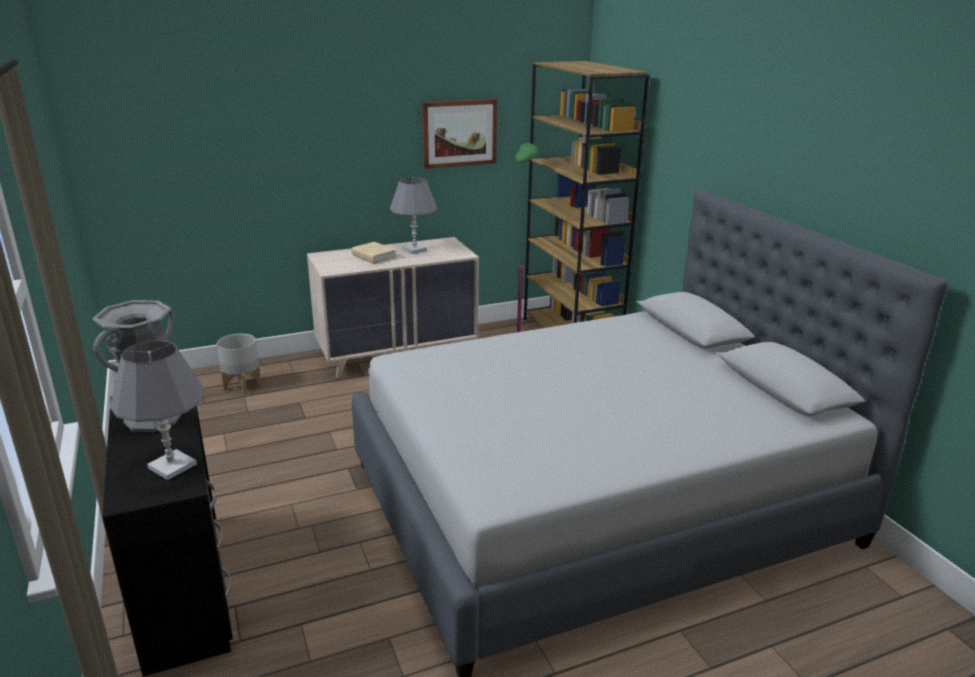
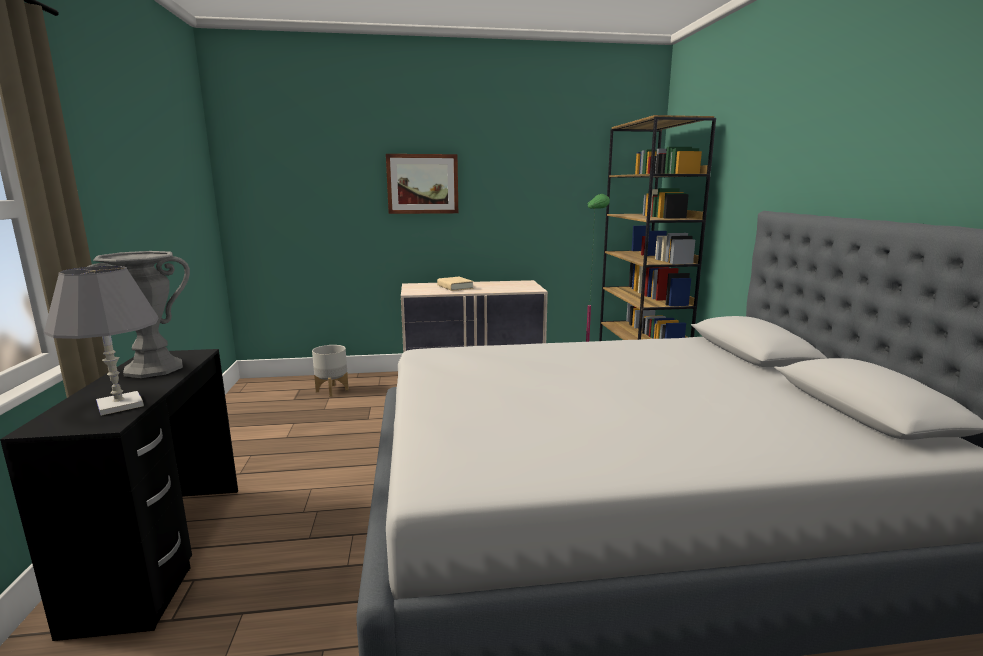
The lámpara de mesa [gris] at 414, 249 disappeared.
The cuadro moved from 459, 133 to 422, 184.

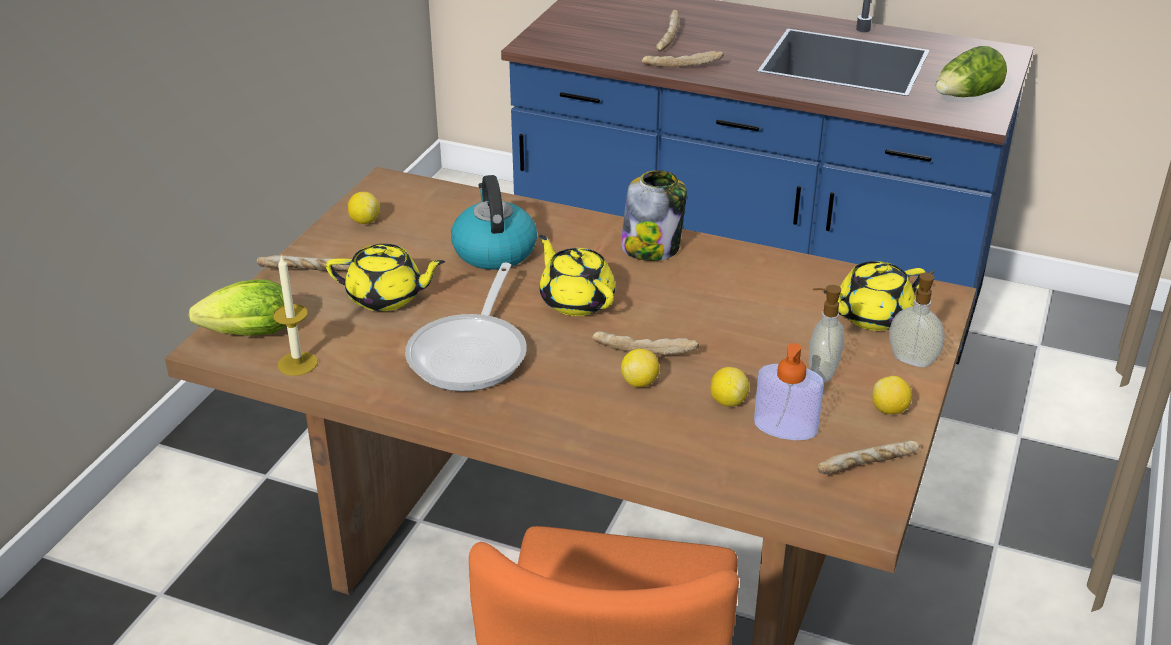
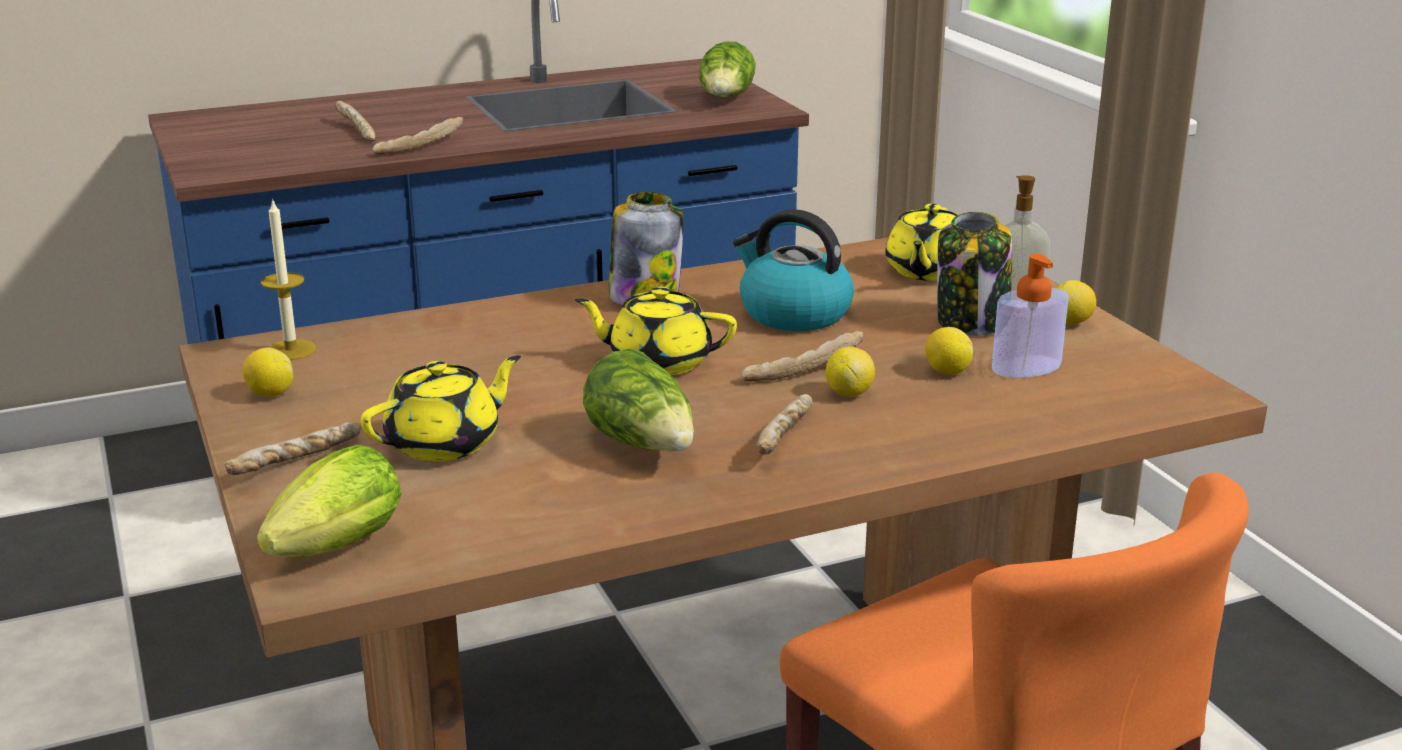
The vela moved from 297, 363 to 291, 350.
The hervidor moved from 494, 250 to 793, 313.
The pan moved from 868, 467 to 786, 438.
The sartén at 472, 353 was replaced by the lechuga at 644, 444.
The dispensador de jabón at 821, 373 was replaced by the tarro at 972, 322.

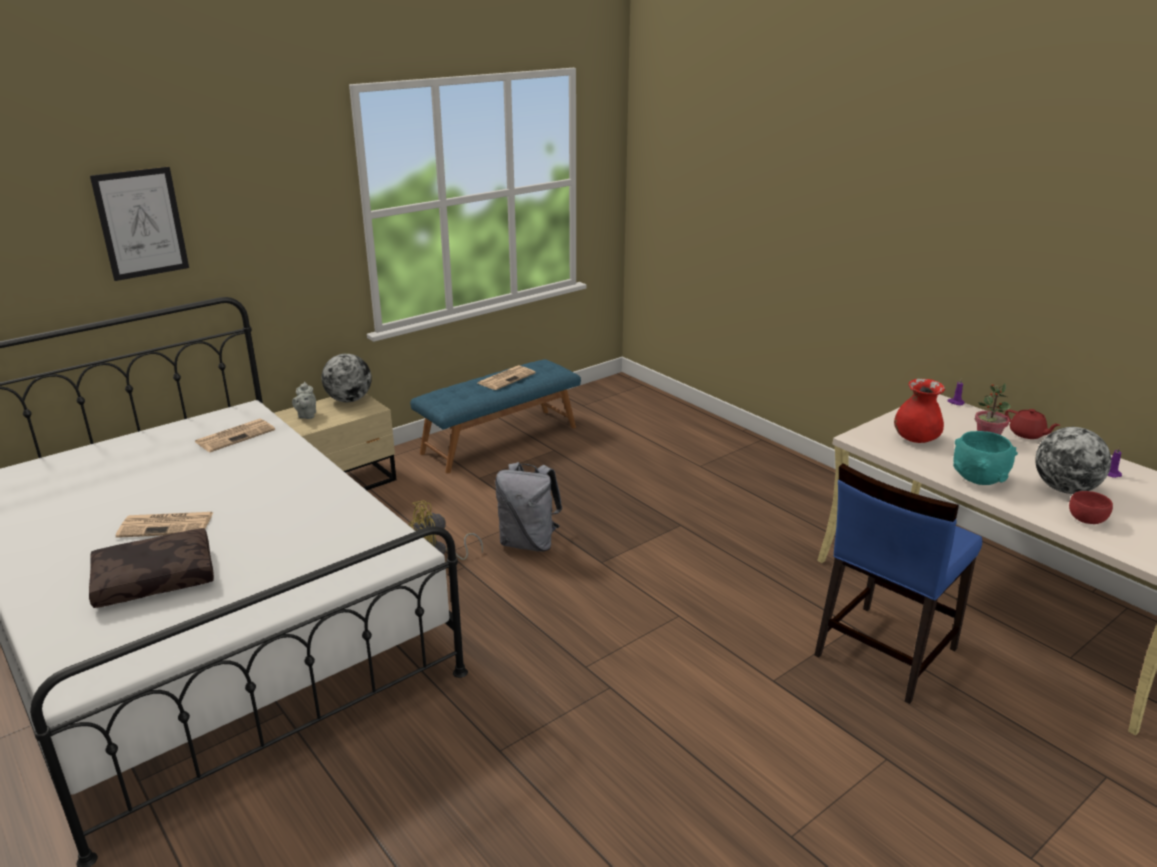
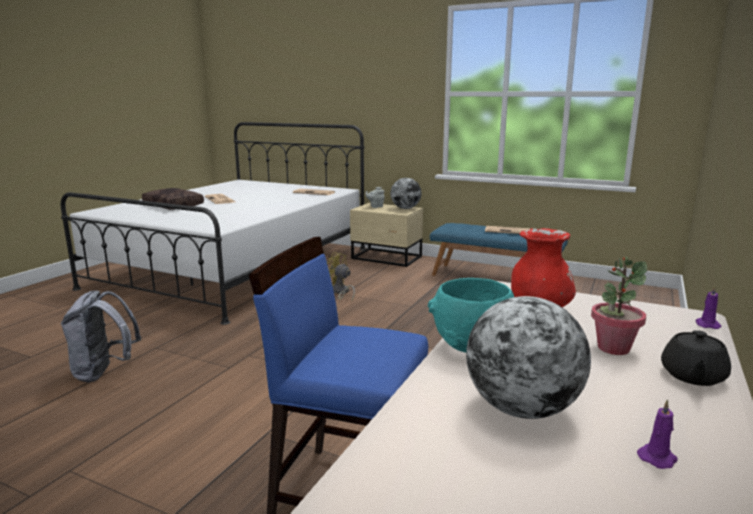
The cuadro at 141, 223 disappeared.
The cuenco [rojo] at 1086, 519 disappeared.
The mochila [gris] moved from 529, 543 to 104, 372.
The tetera [rojo] at 1027, 434 became the tetera [negro] at 692, 376.

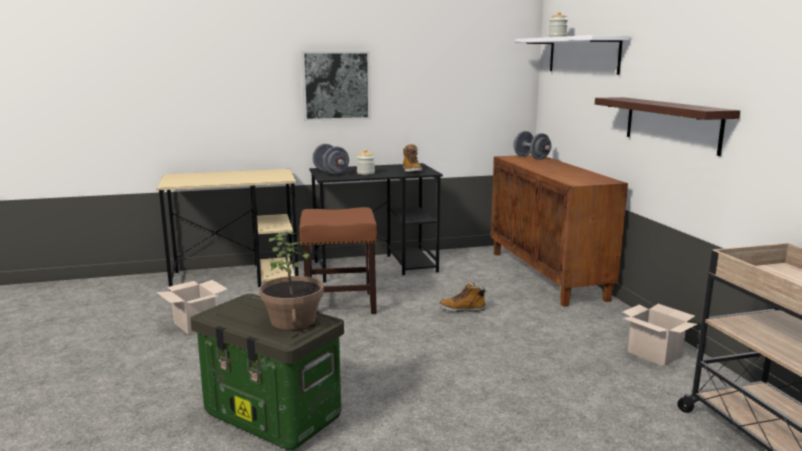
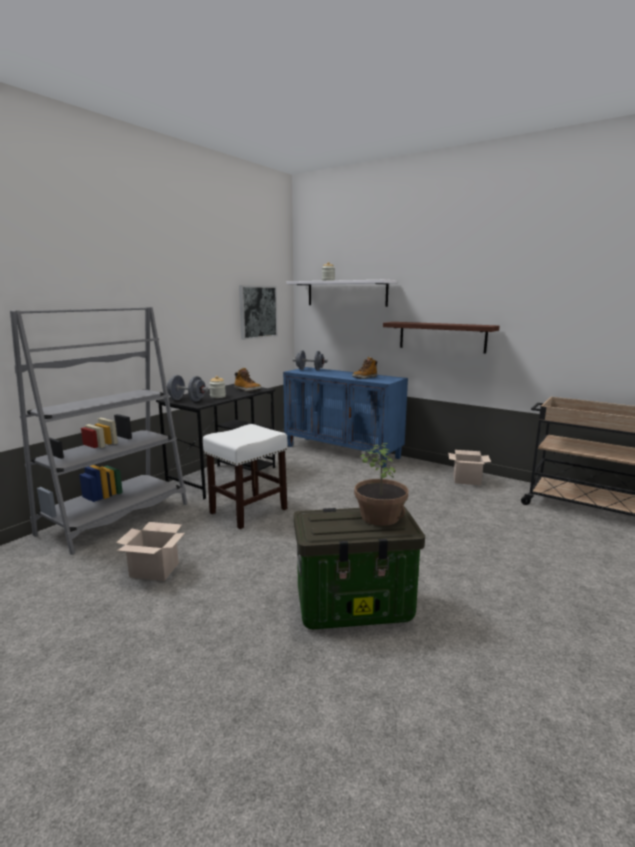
The cuadro moved from 336, 85 to 257, 312.
The bota moved from 462, 309 to 364, 377.
The escritorio [beis] at 236, 277 was replaced by the estantería [gris] at 115, 519.
The taburete [marrón] at 339, 304 became the taburete [blanco] at 248, 511.
The armario [marrón] at 547, 275 became the armario [azul] at 343, 451.

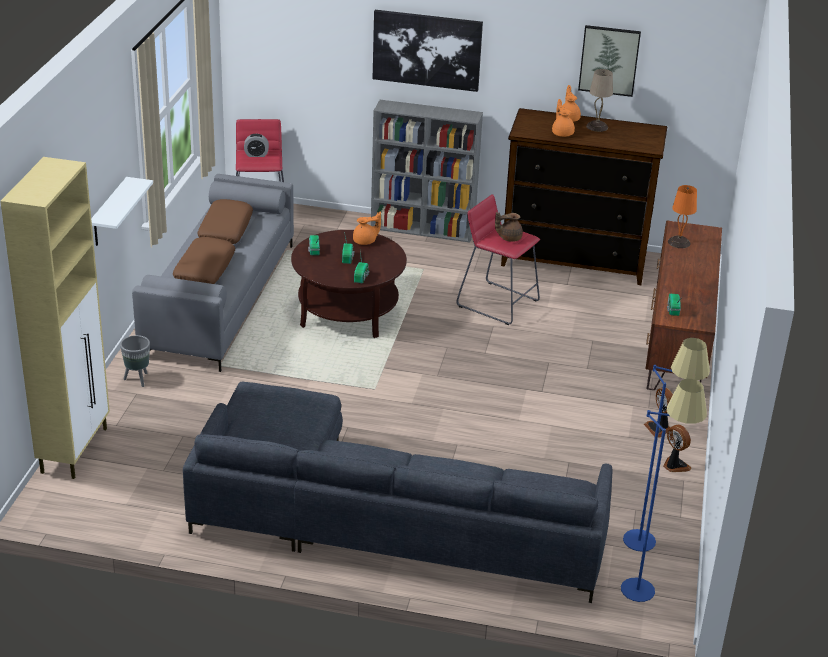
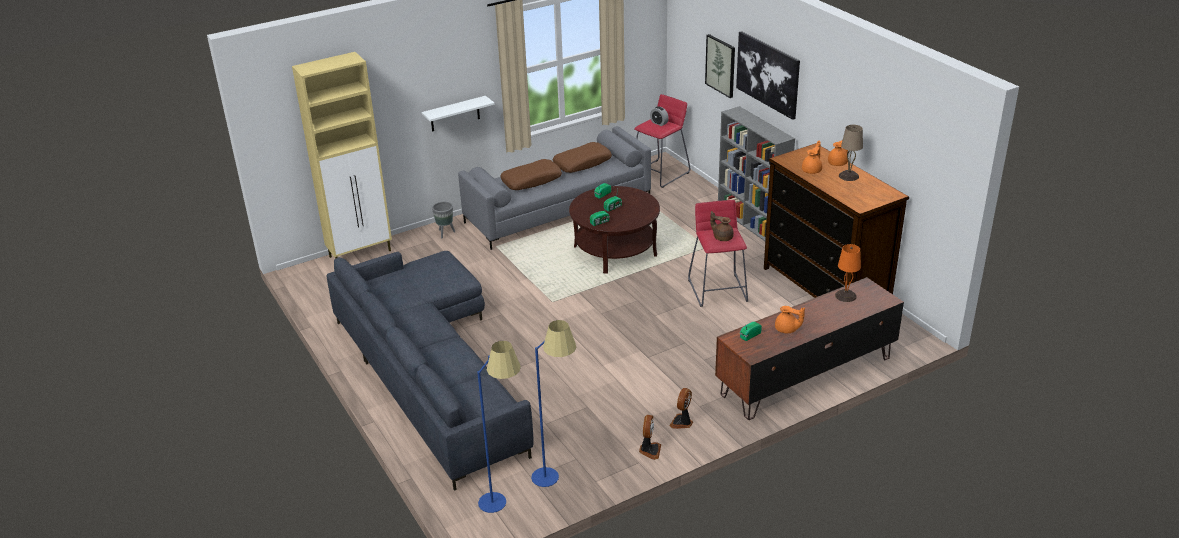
The tetera [naranja] moved from 365, 241 to 787, 330.
The cuadro moved from 609, 60 to 721, 65.

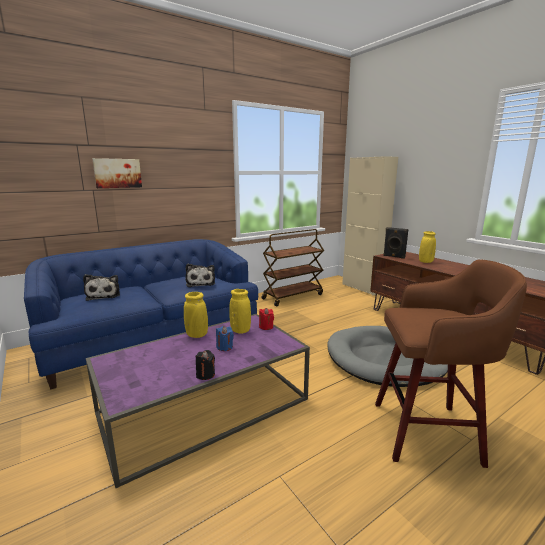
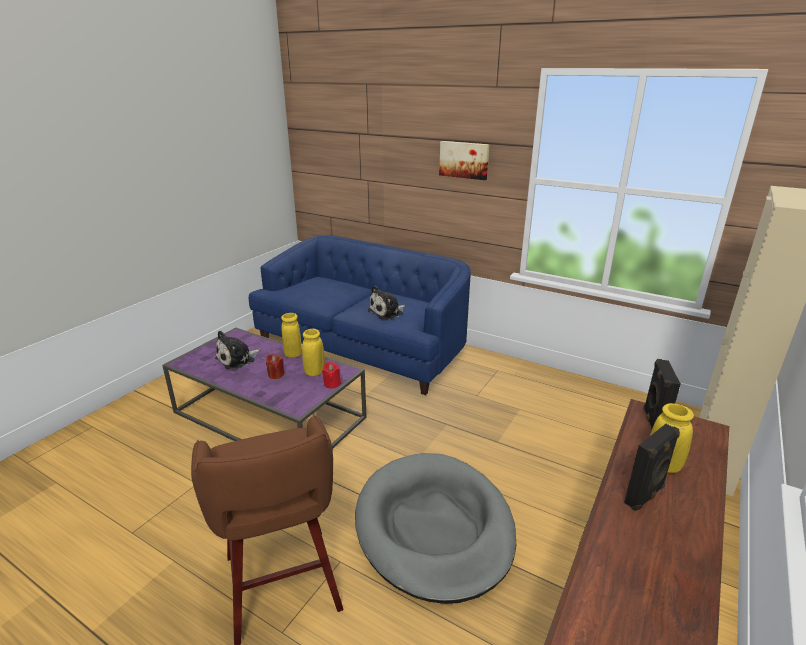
The vela [negro] at 205, 375 disappeared.
The carrito [marrón] at 293, 296 disappeared.
The altavoz [negro] at 645, 496 appeared.
The peluche moved from 104, 295 to 237, 359.
The cuadro moved from 117, 173 to 464, 160.
The vela [azul] at 224, 347 became the vela [rojo] at 276, 375.

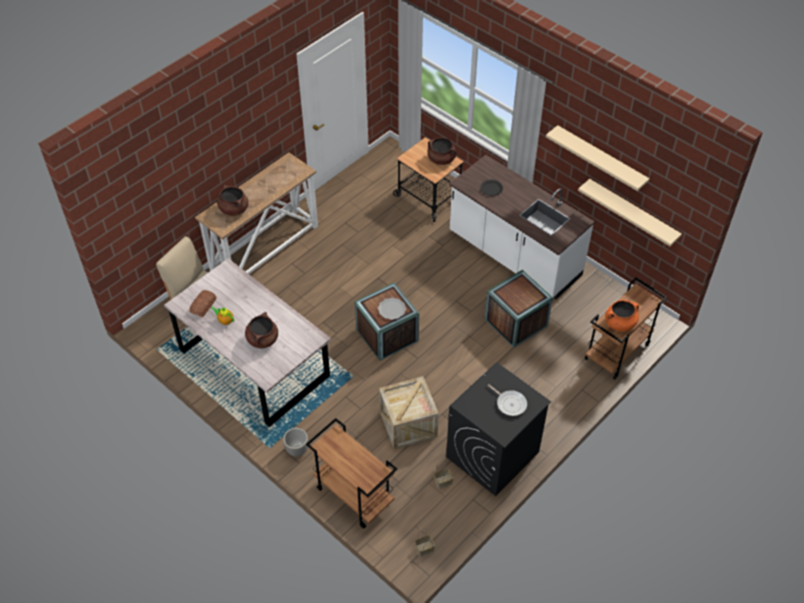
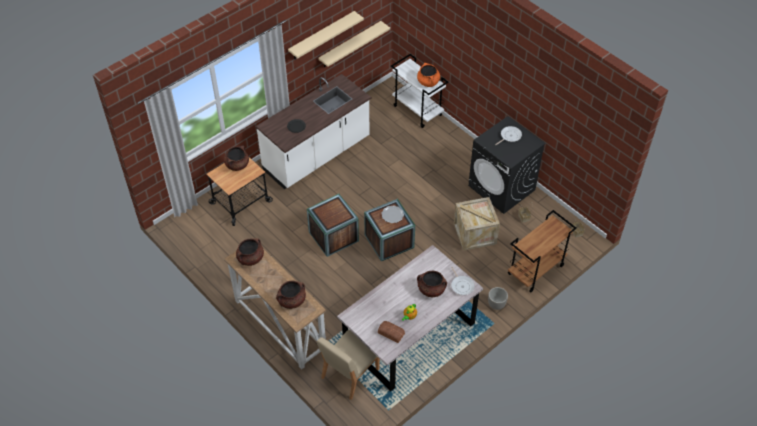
The olla [marrón] at 250, 258 appeared.
The sartén at 462, 285 appeared.
The caja de embalaje moved from 516, 322 to 333, 236.
The carrito [marrón] at 617, 352 became the carrito [blanco] at 418, 110.

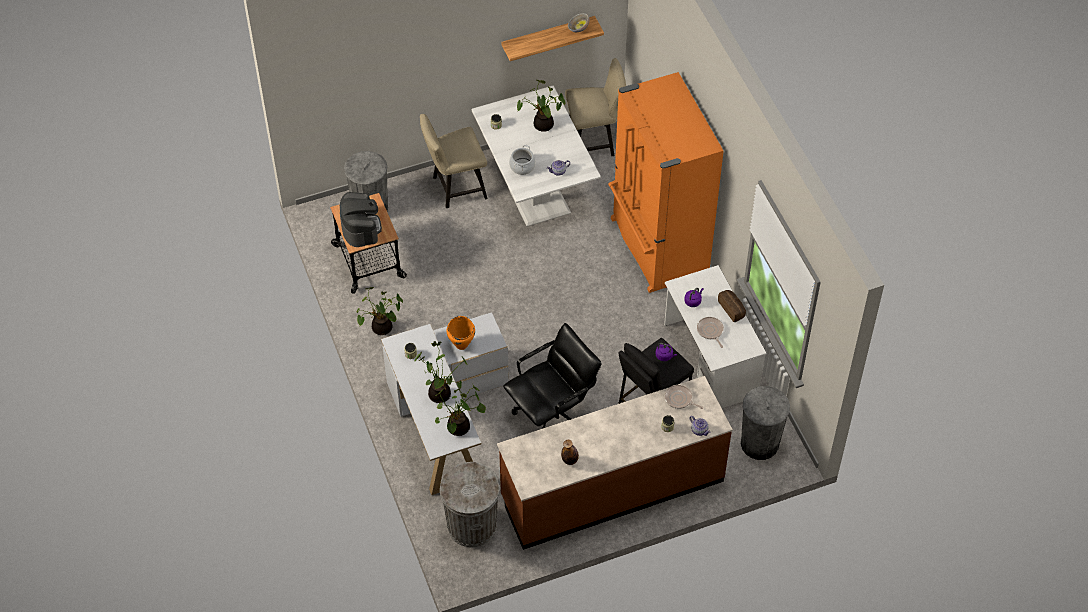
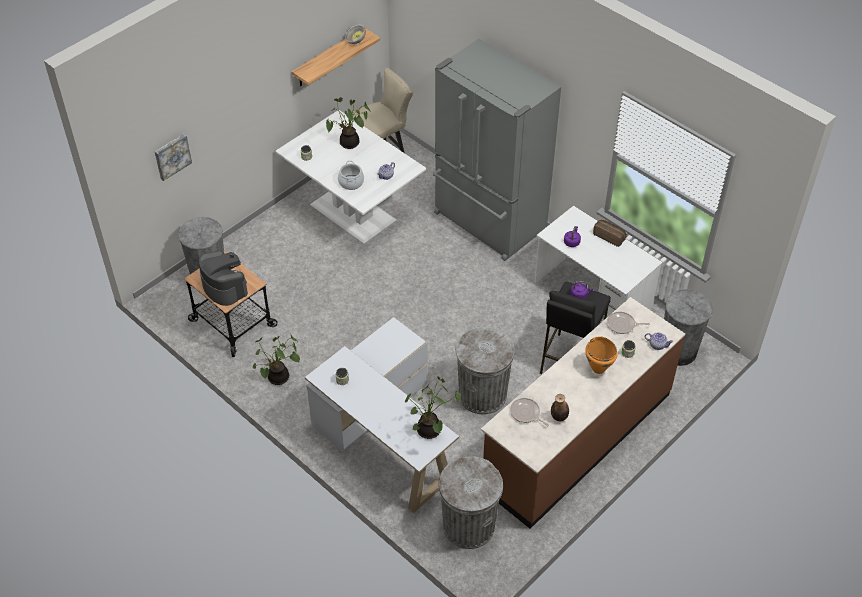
The planta en maceta at 441, 393 disappeared.
The silla [beis] at 455, 188 disappeared.
The cuadro at 172, 156 appeared.
The olla [naranja] moved from 462, 345 to 598, 368.
The sartén moved from 710, 331 to 526, 413.
The silla de oficina [negro] at 552, 414 was replaced by the papelera [gris] at 482, 394.
The nevera [naranja] at 657, 247 became the nevera [gris] at 488, 222.

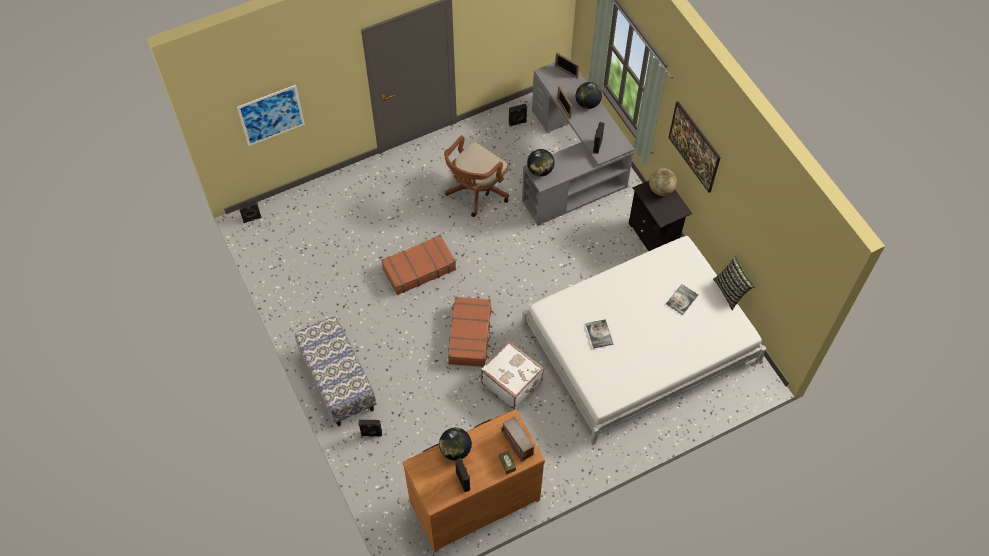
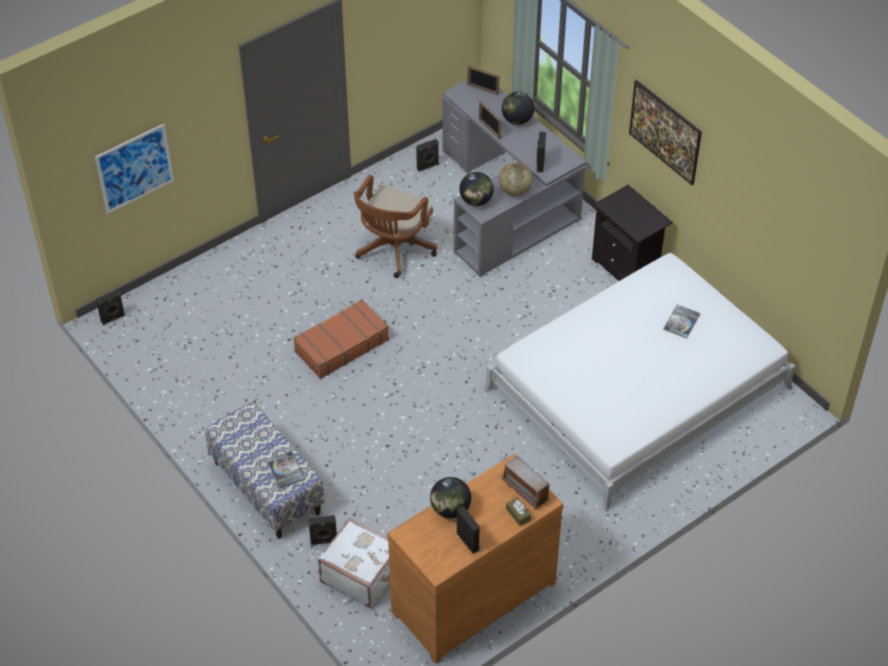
The maleta [marrón] at 470, 335 disappeared.
The cojín at 730, 291 disappeared.
The maleta [blanco] moved from 512, 382 to 361, 574.
The libro moved from 599, 334 to 285, 470.
The globo terráqueo moved from 661, 189 to 515, 191.

